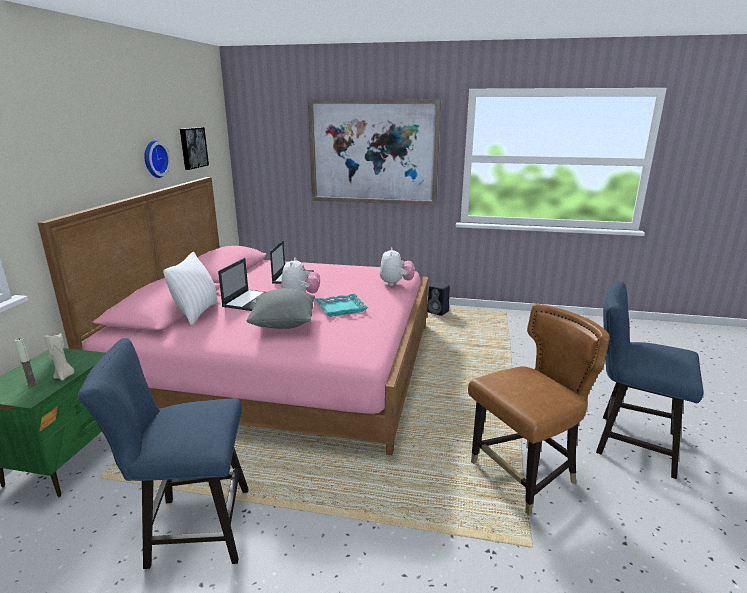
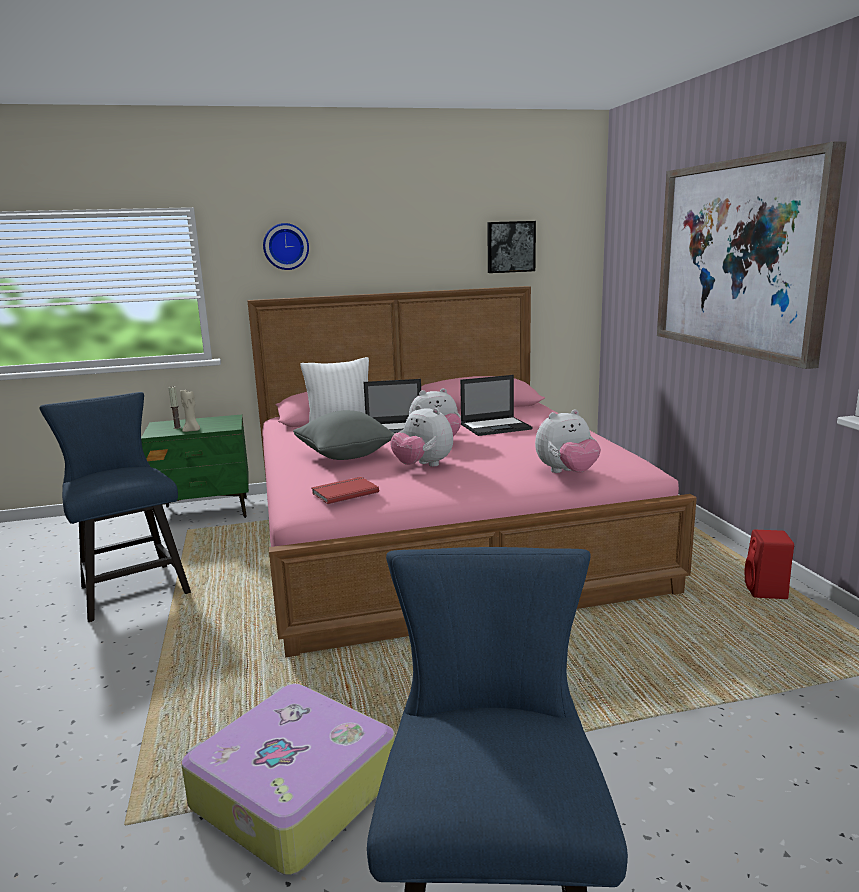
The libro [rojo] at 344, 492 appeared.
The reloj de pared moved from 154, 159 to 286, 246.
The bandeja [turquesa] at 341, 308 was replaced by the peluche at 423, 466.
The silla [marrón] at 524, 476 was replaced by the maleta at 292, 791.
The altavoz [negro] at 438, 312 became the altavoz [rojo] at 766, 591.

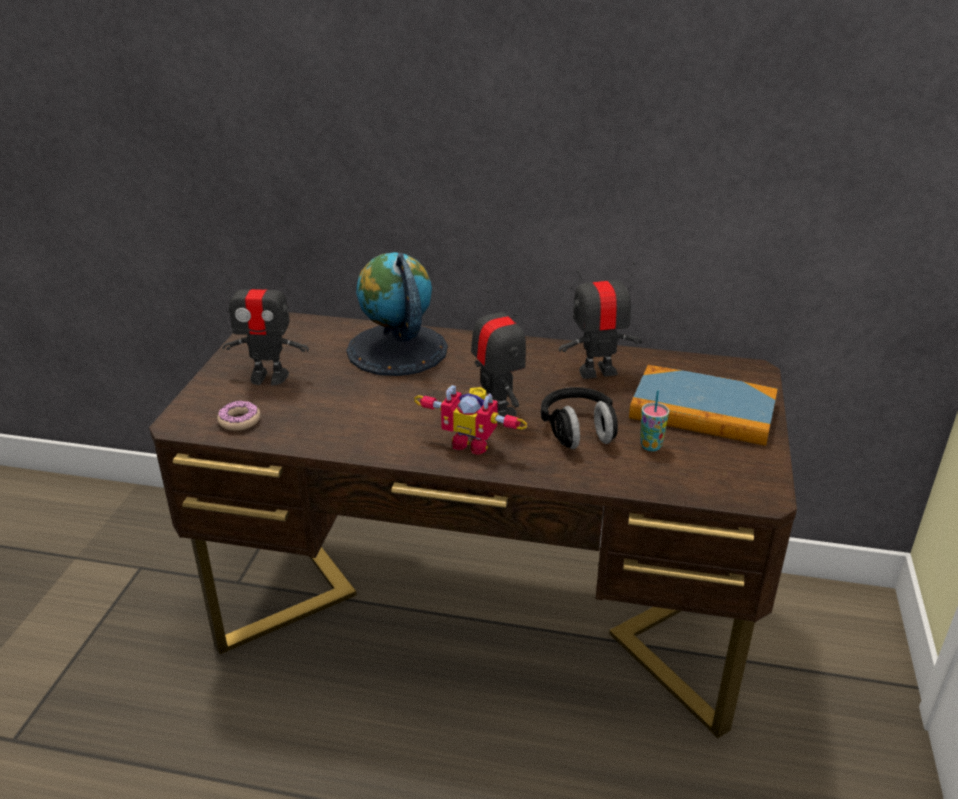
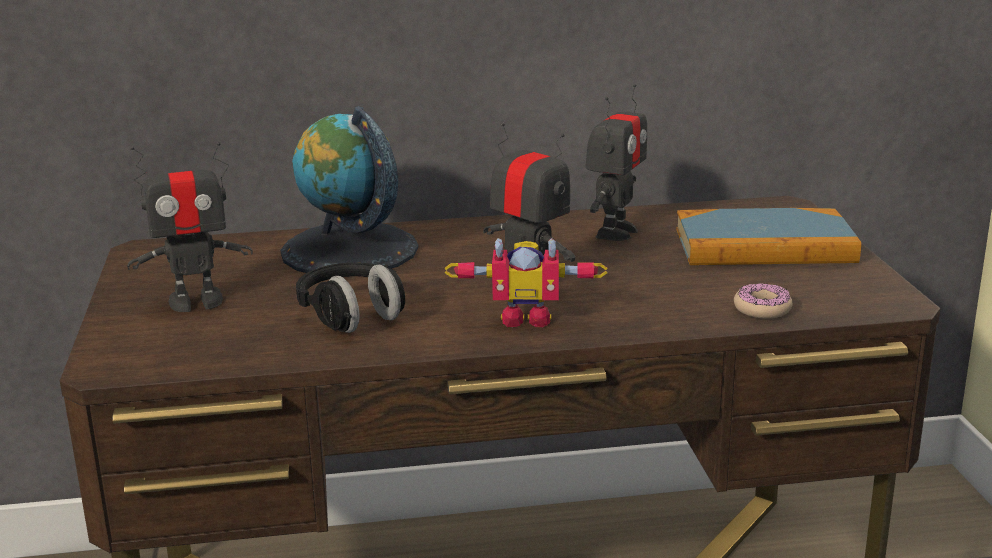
The taza at 651, 446 disappeared.
The rosquilla moved from 239, 421 to 762, 309.
The auriculares [negro] moved from 578, 432 to 351, 316.
The robot de juguete at 597, 371 turned 150 degrees clockwise.

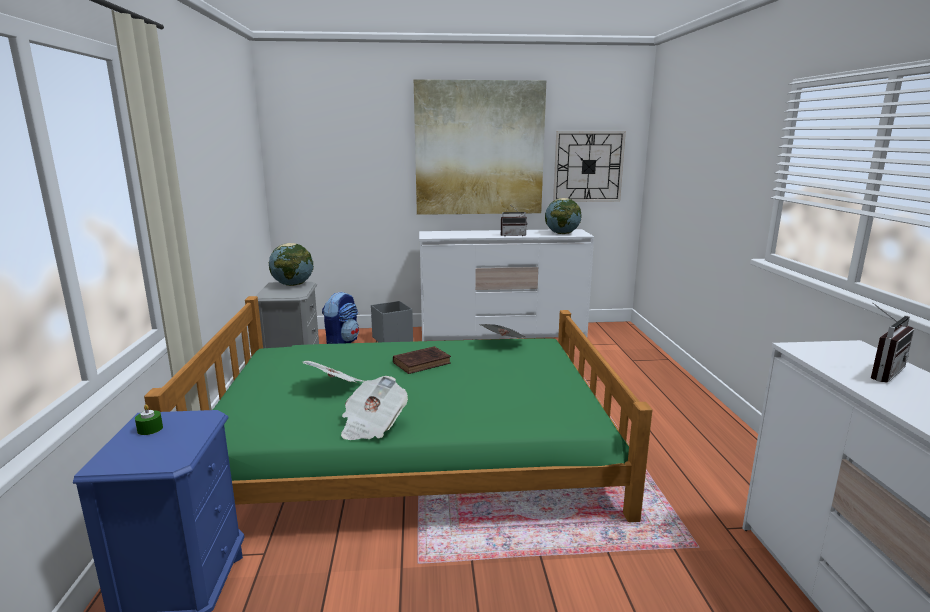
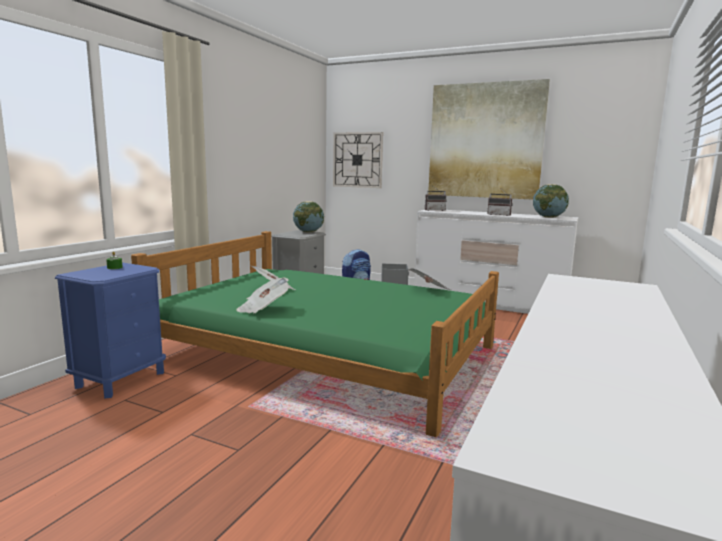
The libro [marrón] at 423, 363 disappeared.
The reloj de pared moved from 588, 166 to 357, 160.
The radio moved from 878, 371 to 434, 210.

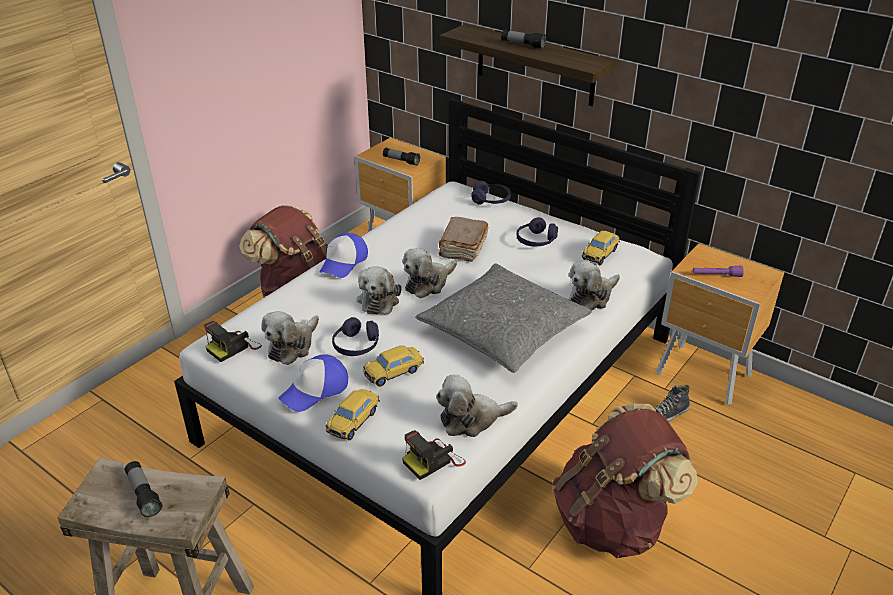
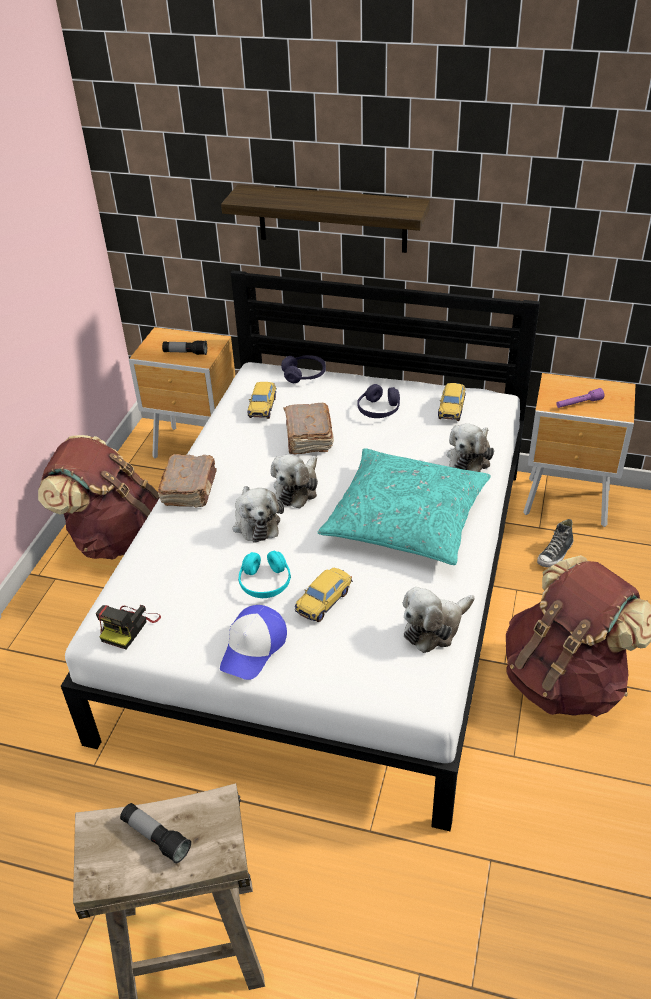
The peluche at 292, 346 disappeared.
The cámara at 433, 460 disappeared.
The linterna at 523, 45 disappeared.
The coche de juguete moved from 354, 421 to 263, 407.
The gorra at 344, 262 was replaced by the libro [marrón] at 190, 489.
The auriculares [morado] at 356, 345 became the auriculares [turquesa] at 265, 582.
The cojín [gris] at 503, 329 became the cojín [turquesa] at 406, 519.

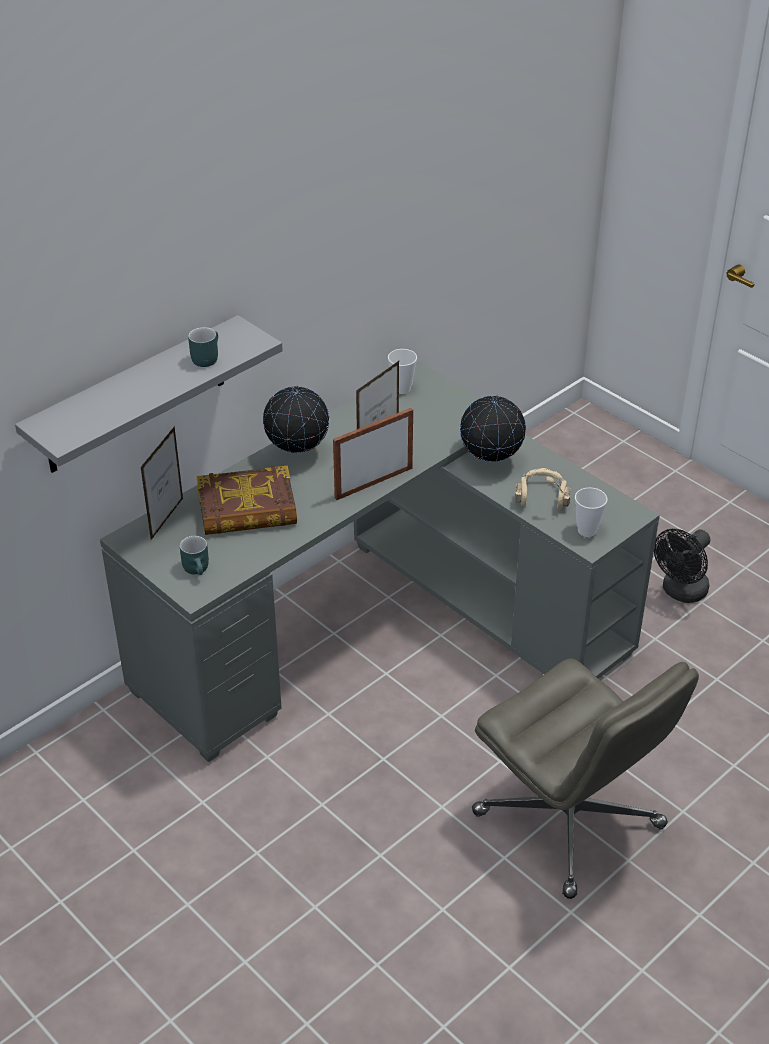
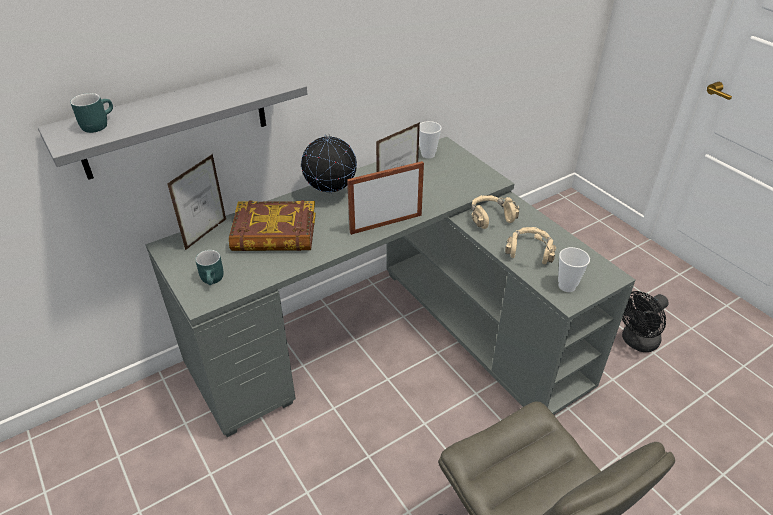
The taza grande [turquesa] moved from 205, 357 to 97, 124.
The globo terráqueo at 491, 462 was replaced by the auriculares [beis] at 490, 218.

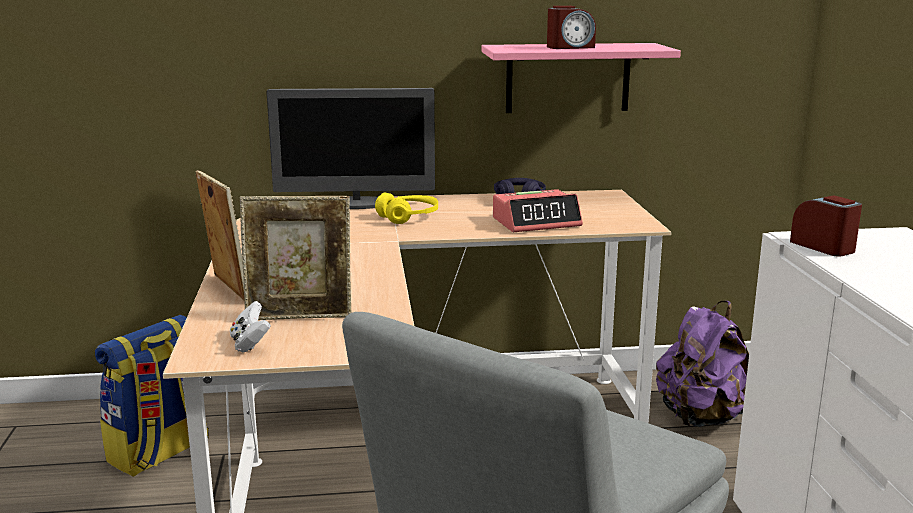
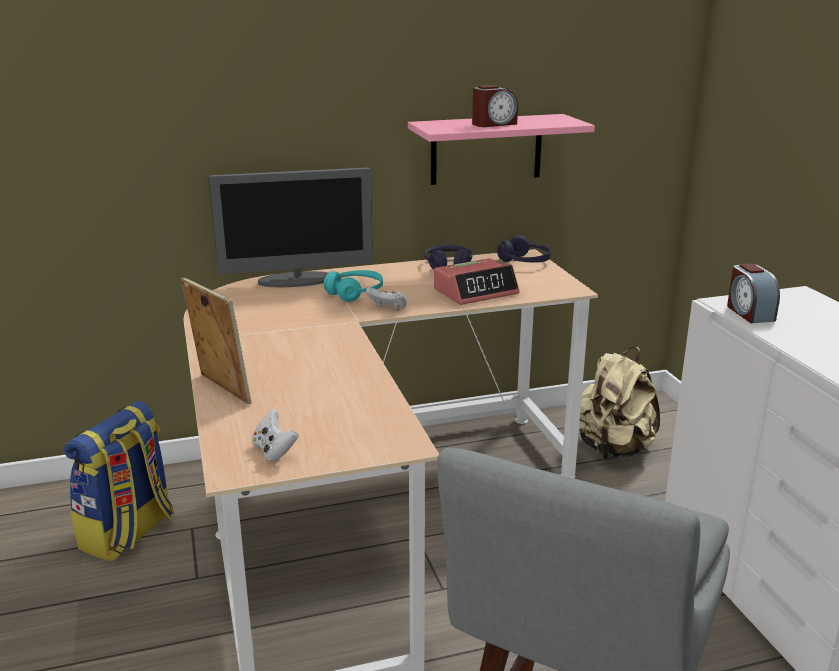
The portarretratos at 300, 317 disappeared.
The mando de consola [blanco] at 388, 308 appeared.
The auriculares [morado] at 524, 261 appeared.
The auriculares [amarillo] at 408, 217 became the auriculares [turquesa] at 355, 293.
The mochila [morado] at 700, 418 became the mochila [beis] at 614, 449.
The despertador at 823, 247 turned 150 degrees counterclockwise.

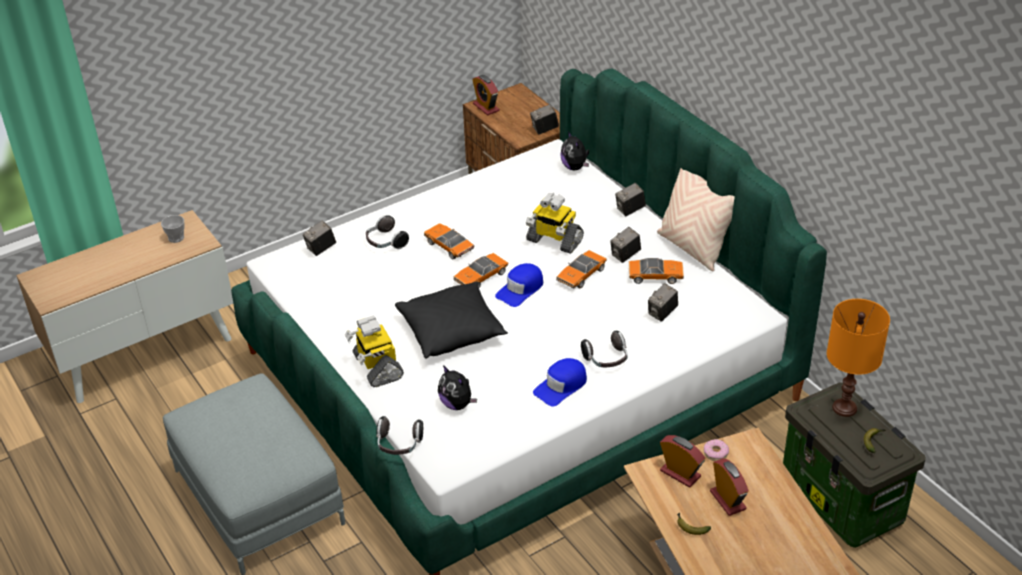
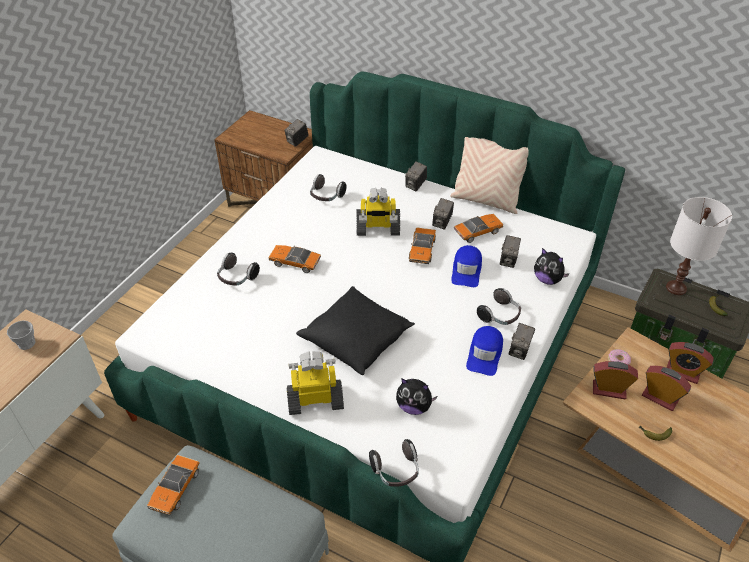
The auriculares at 326, 196 appeared.
The cámara moved from 321, 249 to 519, 350.
The coche de juguete moved from 481, 277 to 175, 488.
The despertador moved from 486, 107 to 682, 372.
The gorra [azul] moved from 520, 289 to 466, 270.
The peluche moved from 575, 167 to 547, 279.
The lámpara de mesa [naranja] at 844, 407 became the lámpara de mesa [blanco] at 675, 287.
The robot de juguete at 376, 367 turned 135 degrees clockwise.

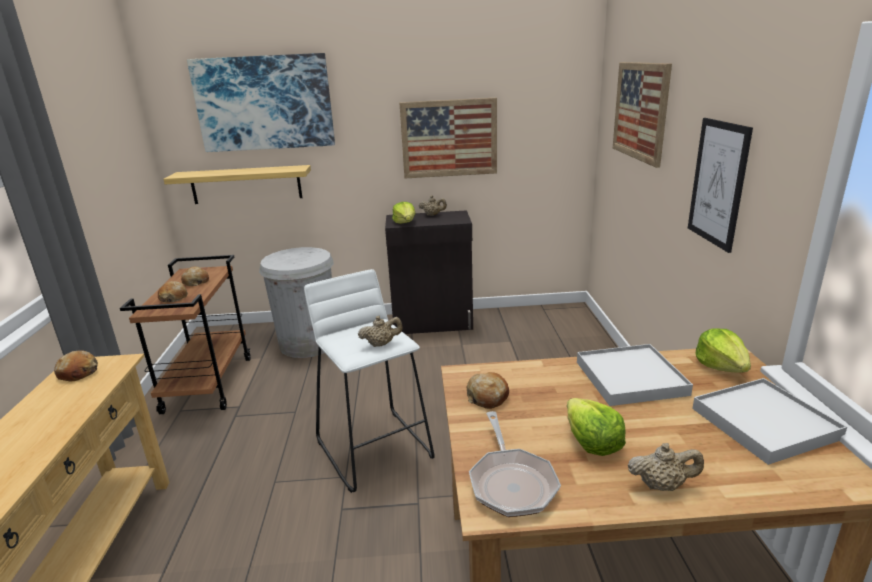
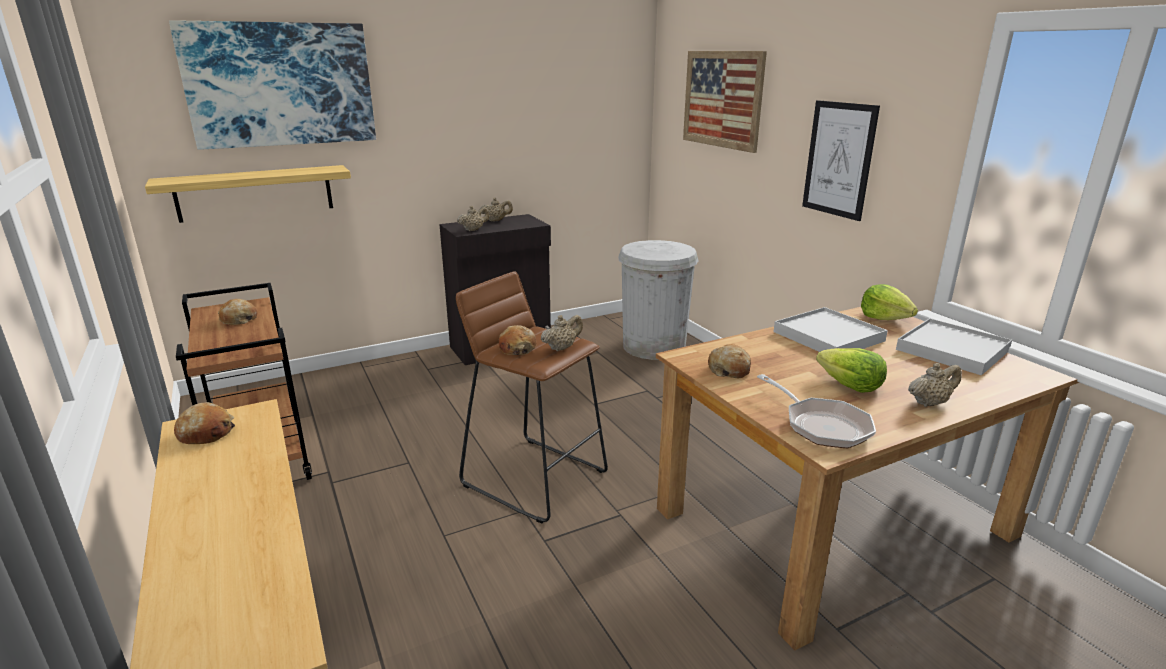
The cuadro at 449, 138 disappeared.
The pan moved from 173, 297 to 517, 348.
The papelera [blanco] moved from 308, 343 to 653, 346.
The lechuga at 405, 223 was replaced by the tetera [beis] at 474, 230.
The taburete [blanco] at 375, 448 became the taburete [marrón] at 534, 477.

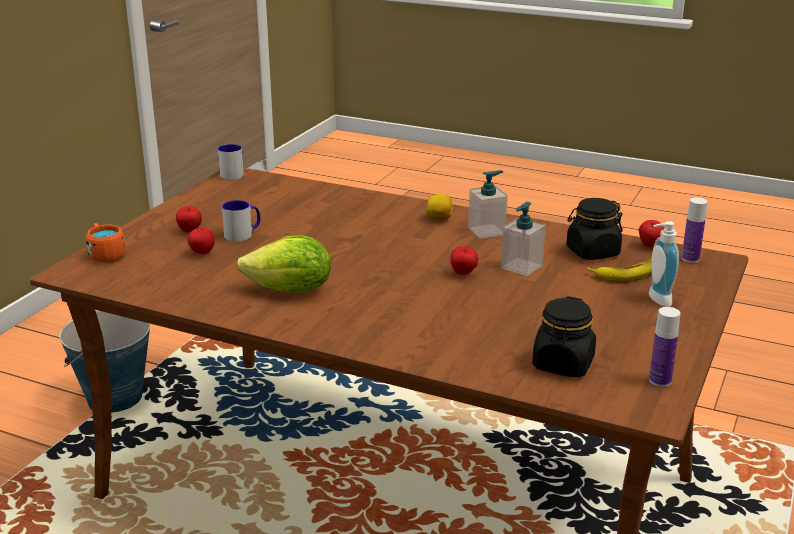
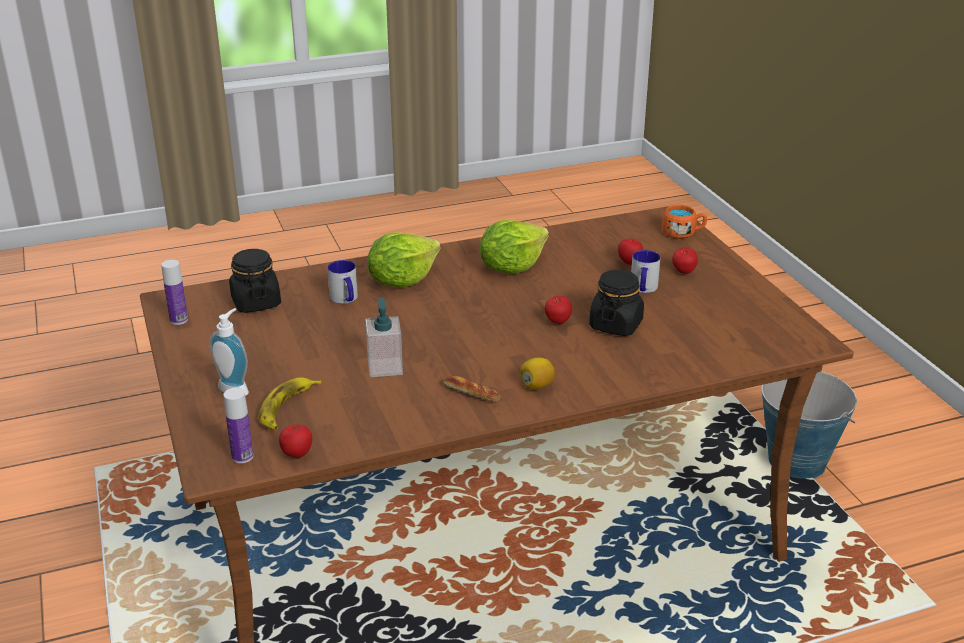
The lechuga at 402, 280 appeared.
The taza grande moved from 234, 174 to 345, 299.
The manzana moved from 463, 274 to 557, 322.
The tarro [negro] moved from 592, 252 to 616, 325.
The dispensador de jabón at 487, 231 was replaced by the pan at 472, 393.

